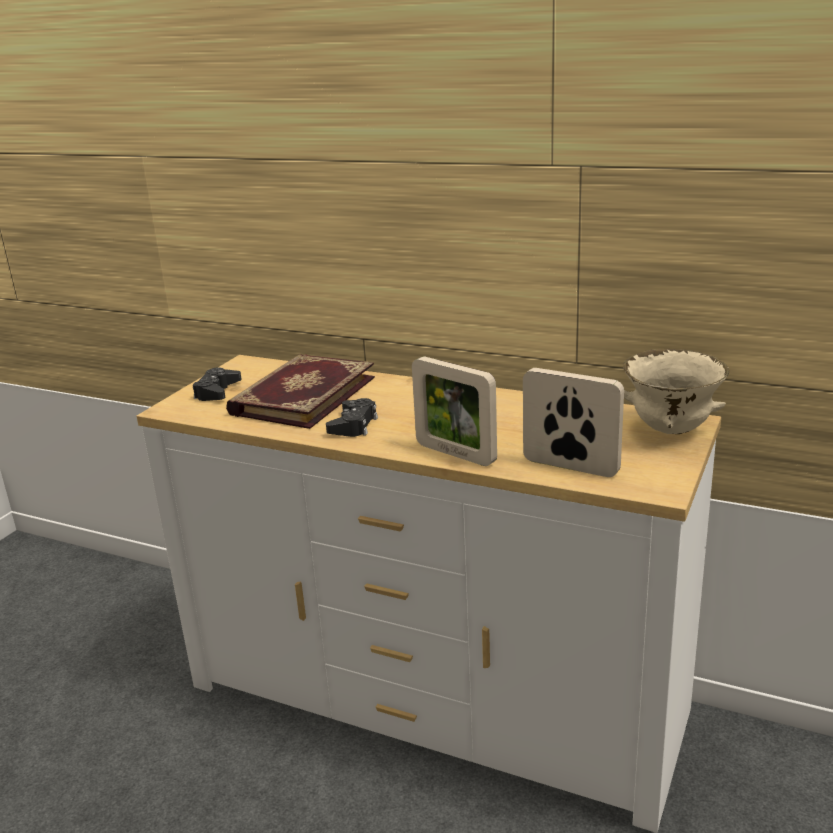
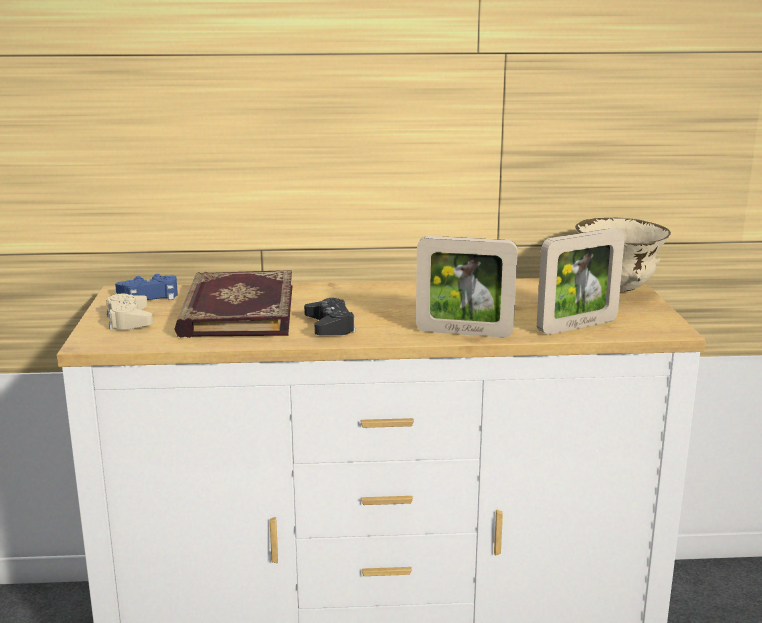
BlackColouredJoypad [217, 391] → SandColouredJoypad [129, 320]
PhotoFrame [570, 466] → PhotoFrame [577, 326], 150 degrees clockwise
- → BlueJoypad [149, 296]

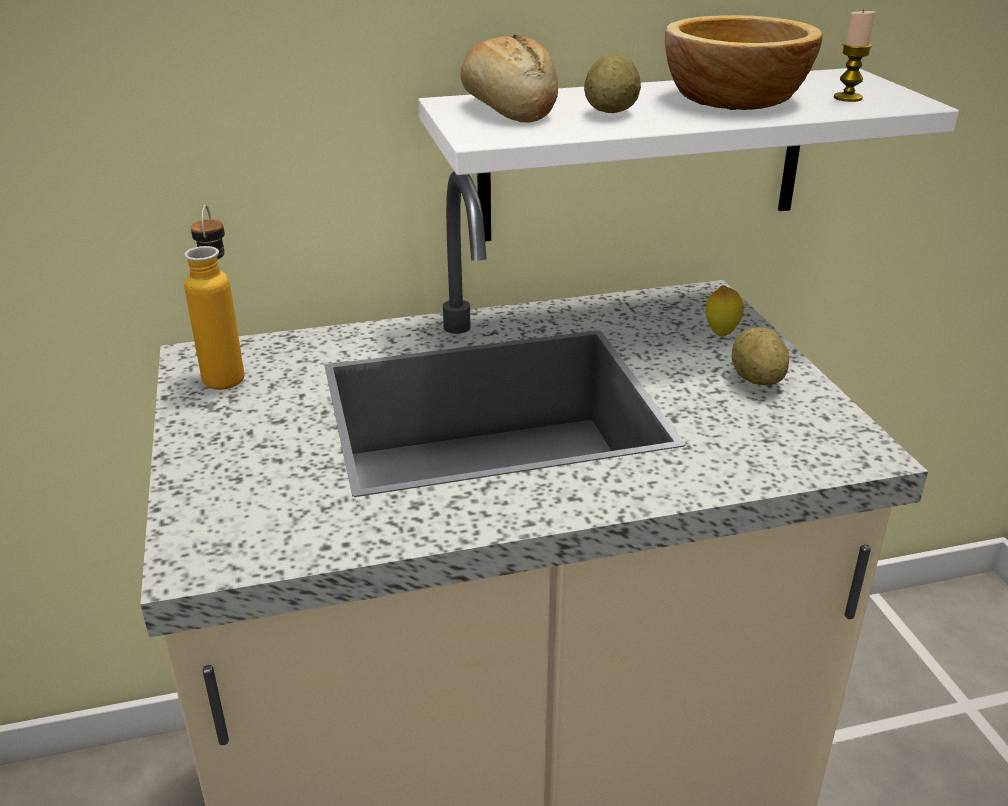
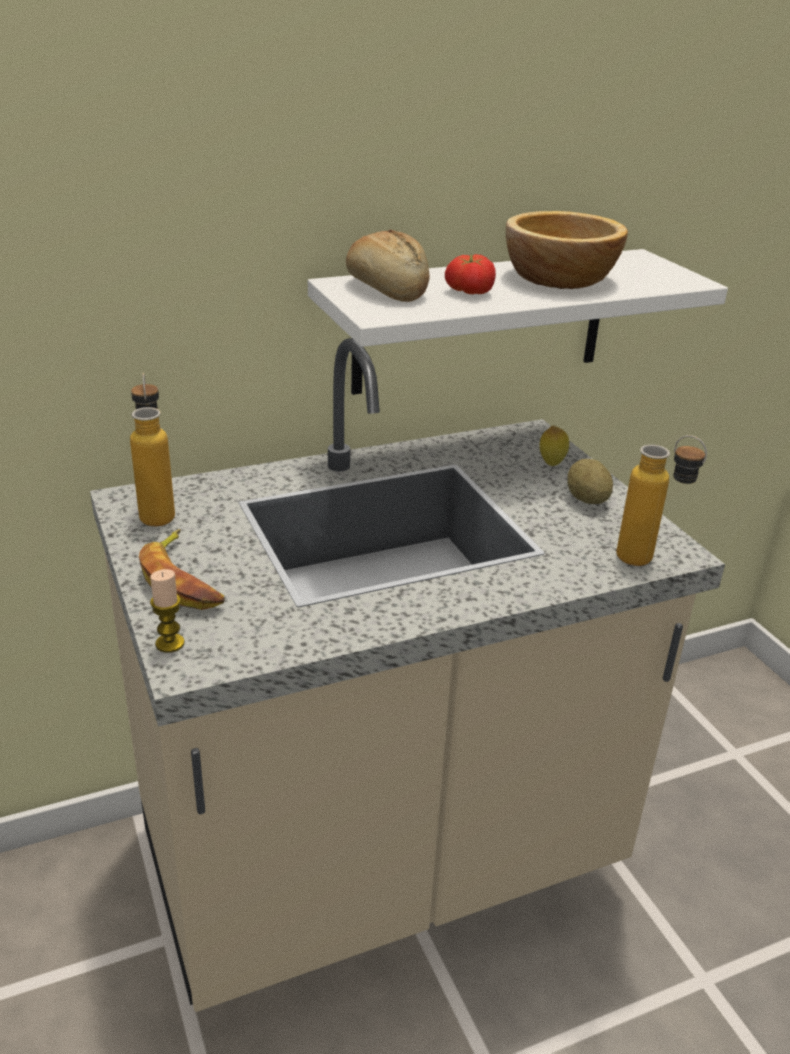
WaxCandle [848, 98] → WaxCandle [170, 643], move
Potato [610, 112] → Tomato [468, 291]
- → DrinkBottle [647, 563]
- → WholeBanana [183, 579]

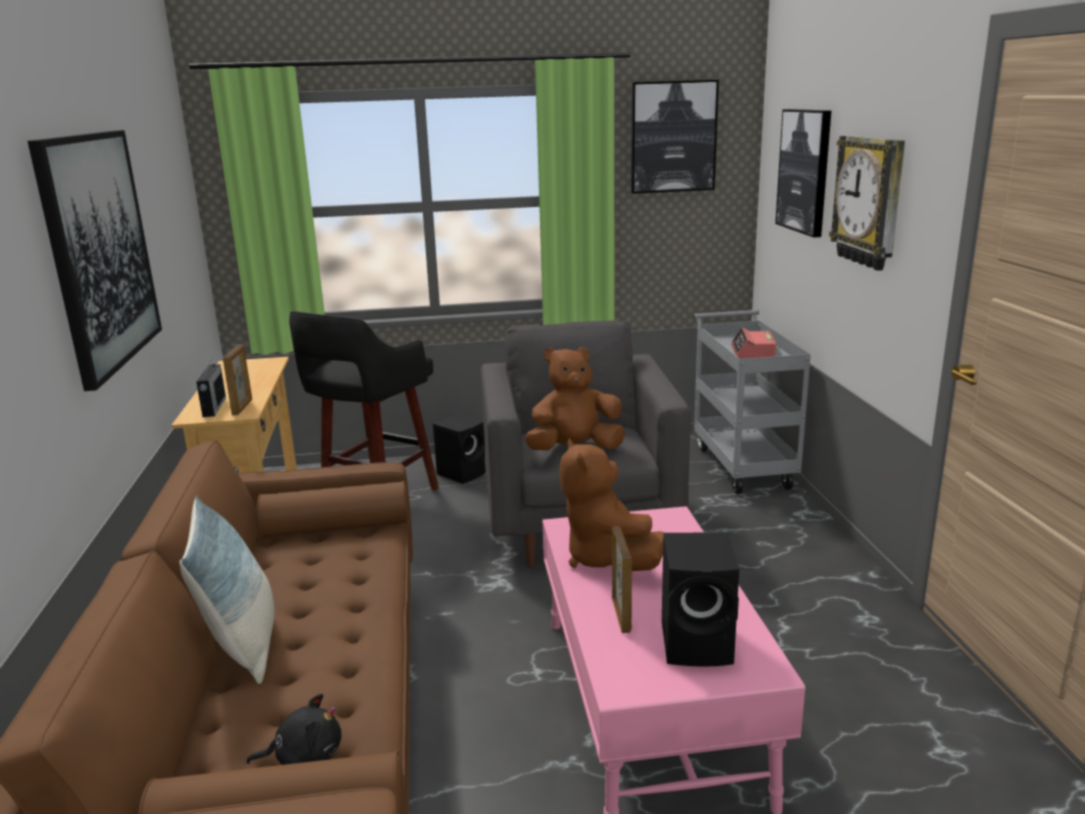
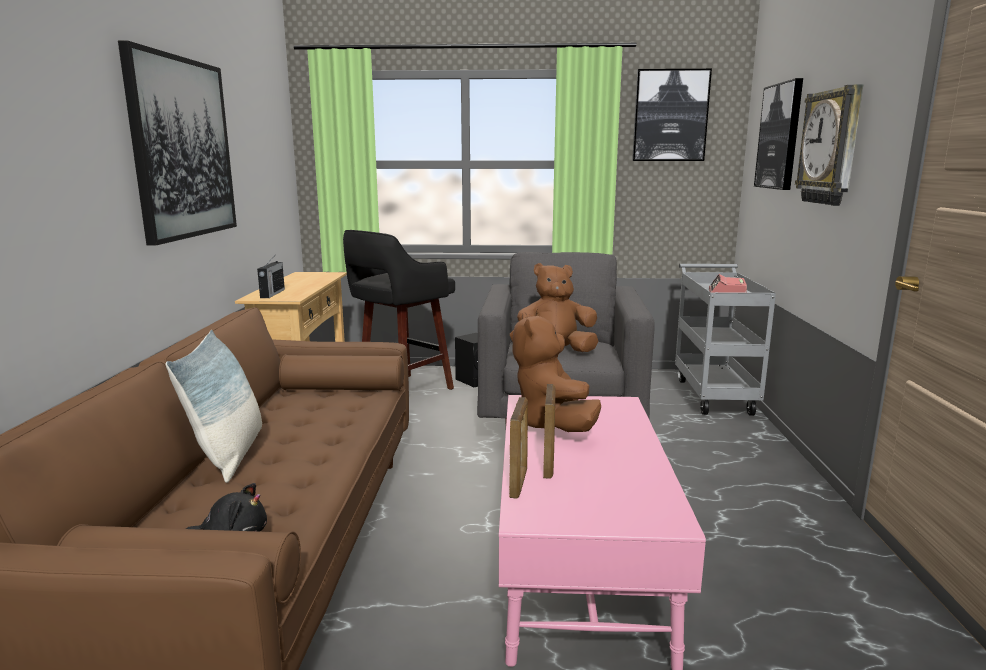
PhotoFrame [242, 407] → PhotoFrame [518, 483], move
BlackColouredSpeaker [699, 643] → -

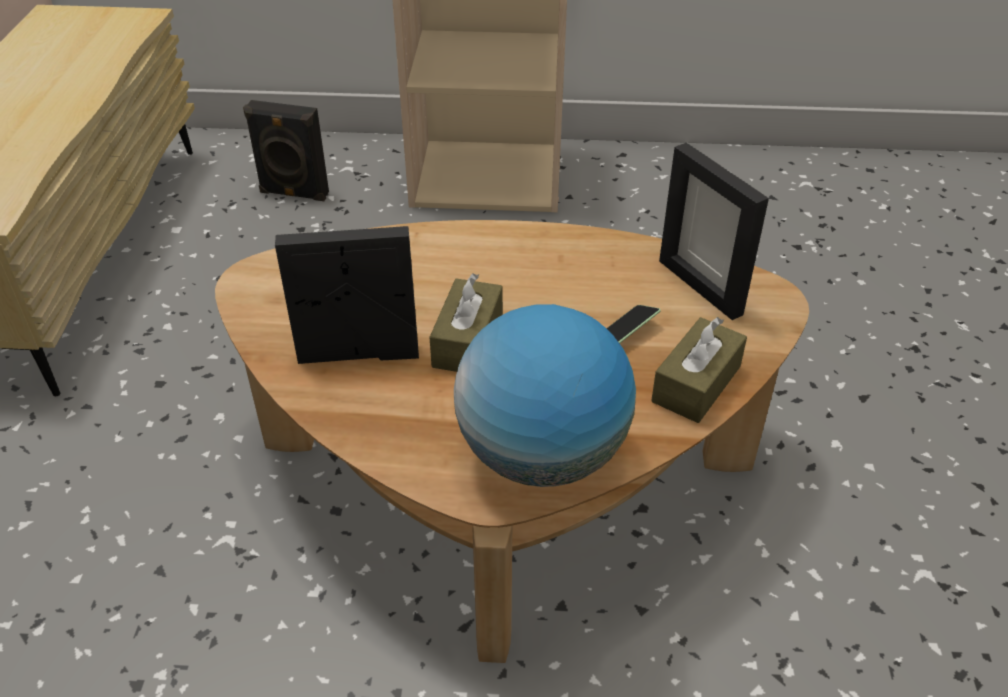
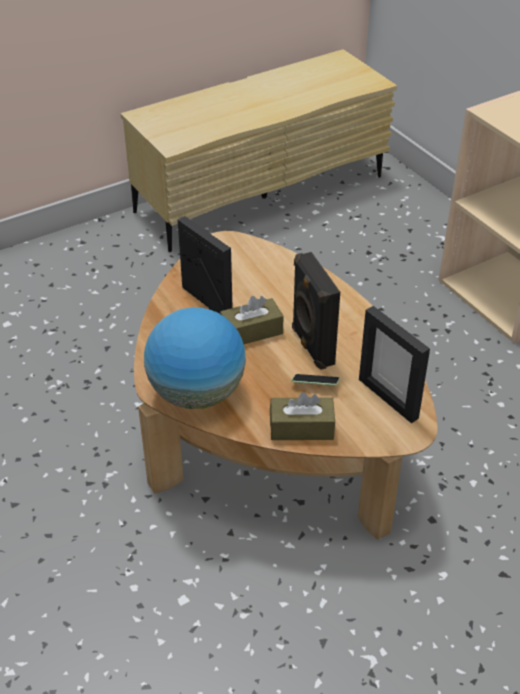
BlackColouredSpeaker [293, 194] → BlackColouredSpeaker [311, 346], move
PhotoFrame [701, 286] → PhotoFrame [389, 398], 60 degrees counterclockwise

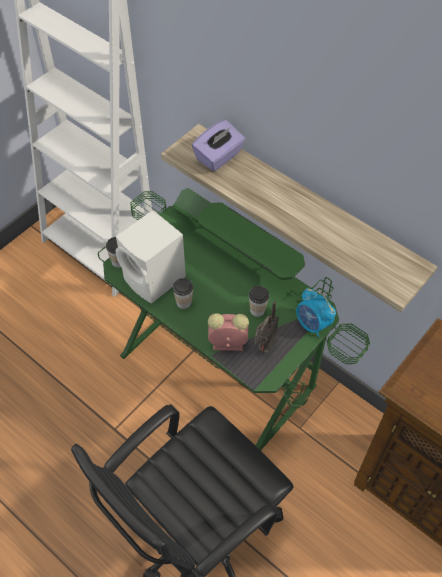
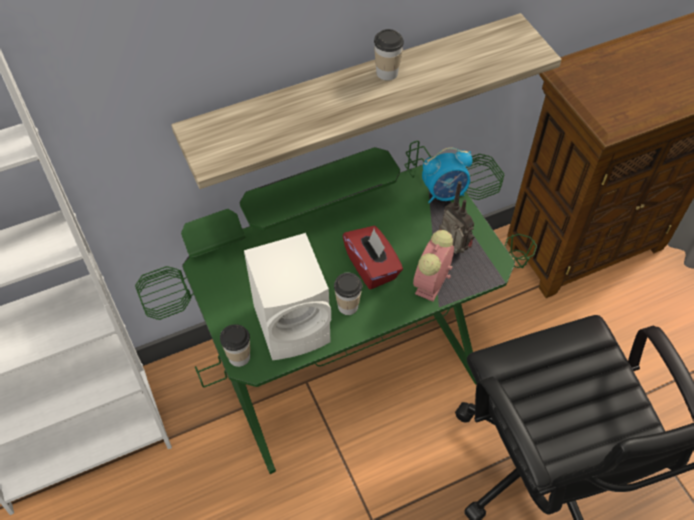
PurpleTissueBox [219, 157] → -
Cup [257, 310] → Cup [387, 73], move
- → RedTissueBox [372, 267]

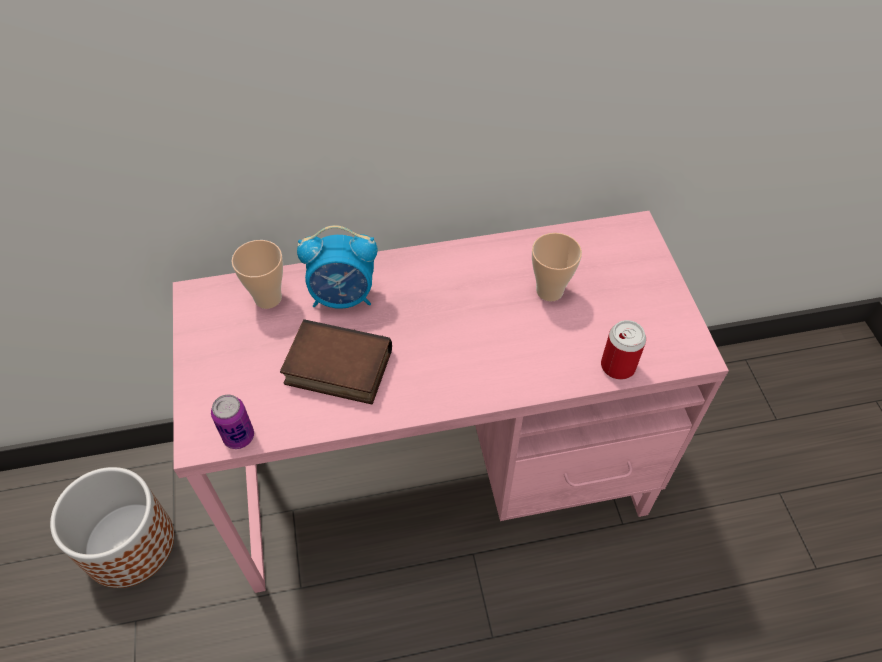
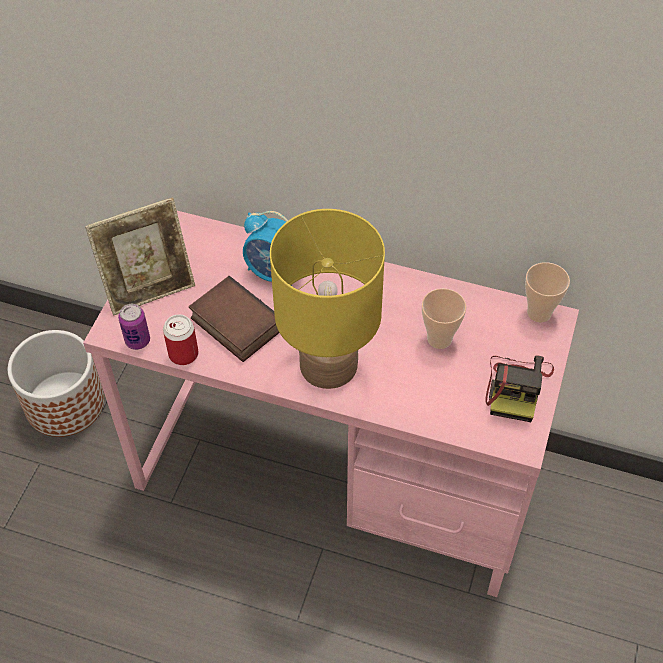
Cup [268, 298] → Cup [539, 313], move
MetalCan [618, 366] → MetalCan [183, 354], move
- → PhotoFrame [149, 288]
- → YellowishLampForATable [327, 364]
- → StillCamera [516, 387]

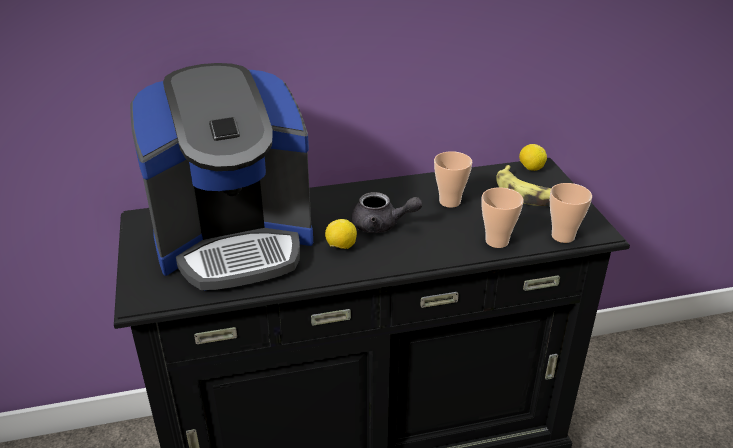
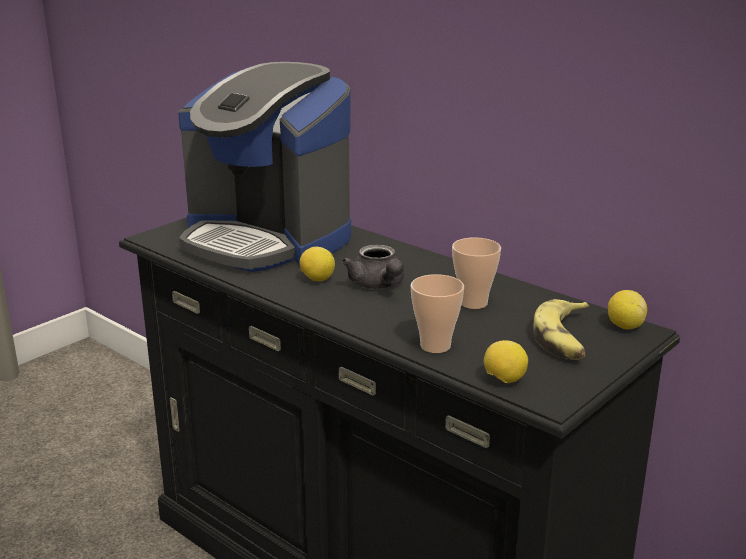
Cup [563, 236] → WholeLemon [504, 380]

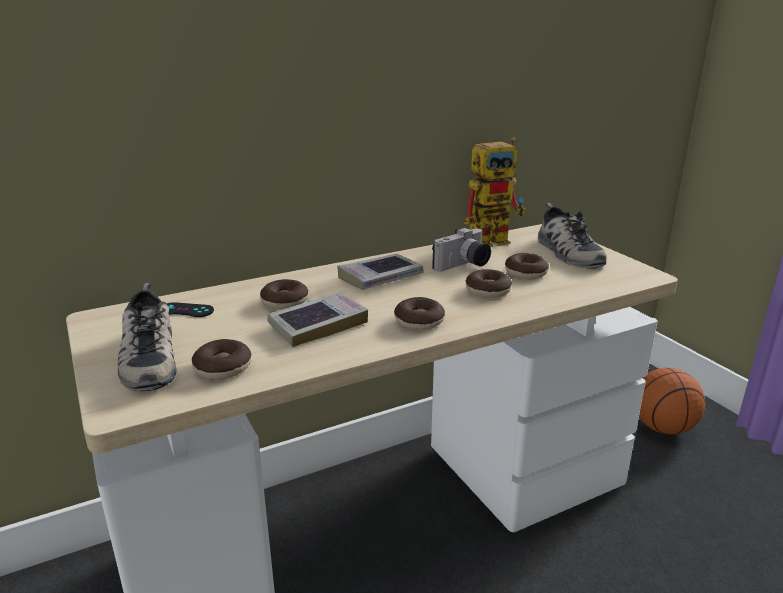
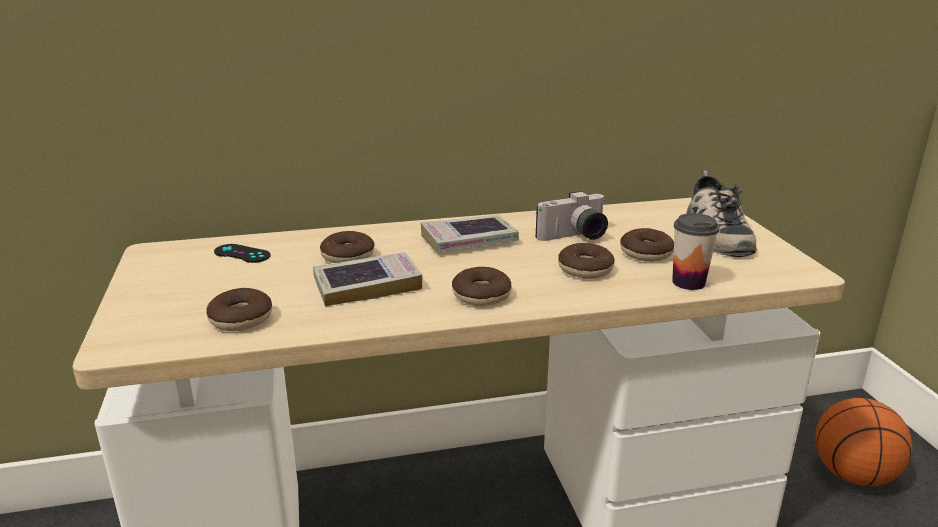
RobotFigure [494, 239] → -
LowShoe [147, 357] → -
- → Cup [688, 282]

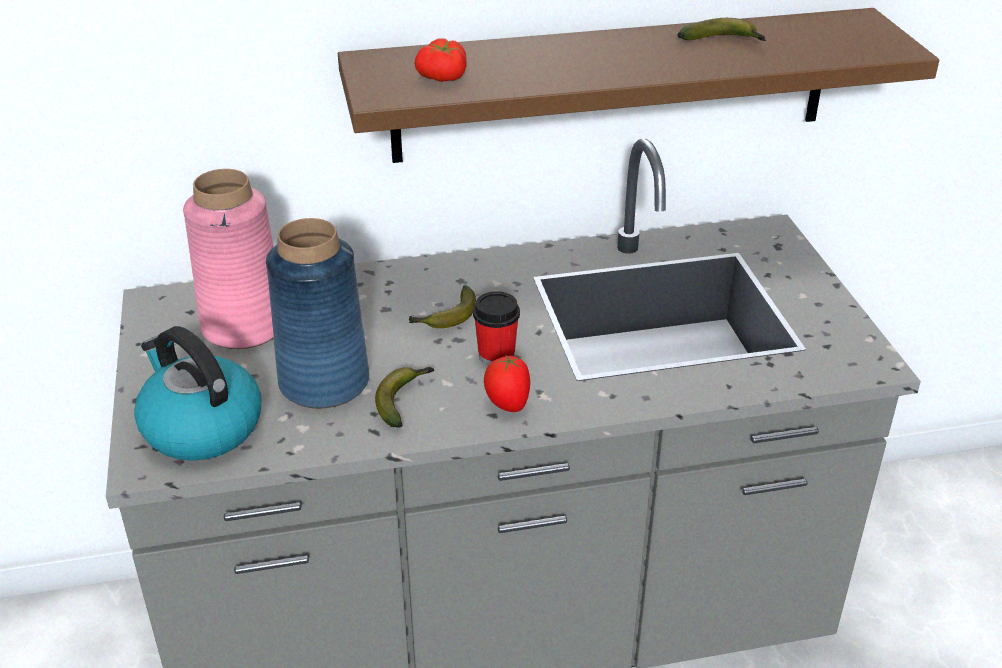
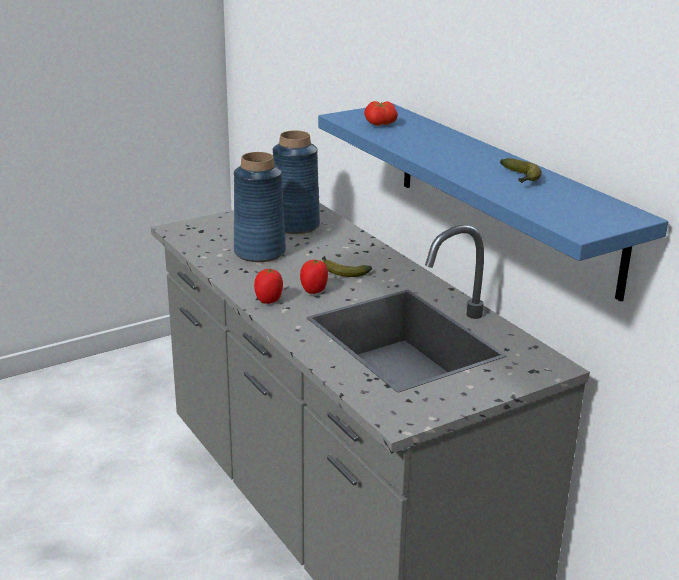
BrownBracketShelf [612, 85] → BlueBracketShelf [504, 194]
PinkVase [244, 325] → BlueVase [296, 225]
Cup [496, 356] → Tomato [314, 291]
Kettle [200, 427] → -
WholeBanana [404, 400] → -

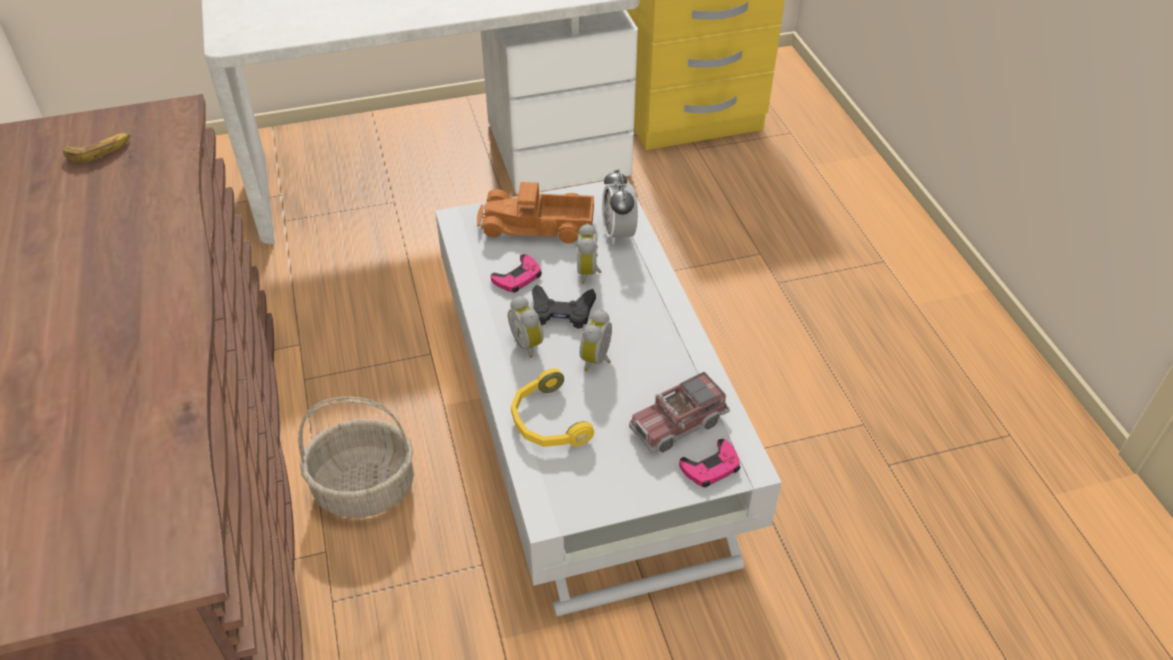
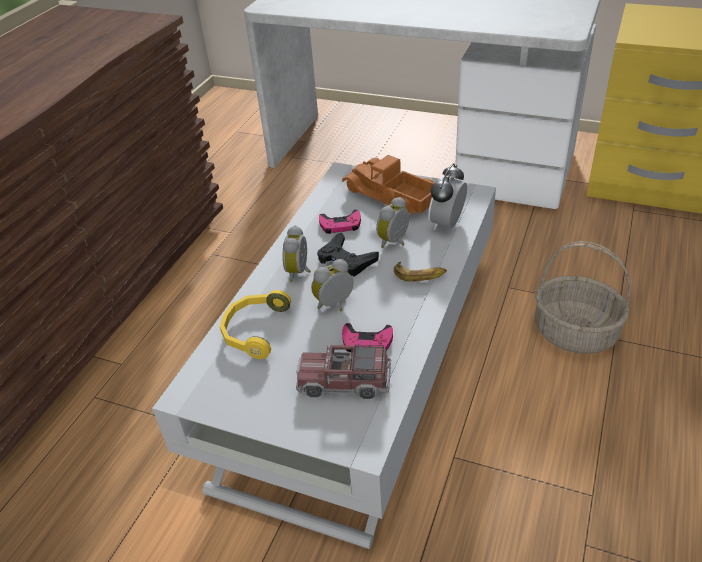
WholeBanana [100, 150] → WholeBanana [420, 275], move
StorageBasket [365, 487] → StorageBasket [575, 333], move
PinkJoypad [711, 467] → PinkJoypad [367, 342], move

